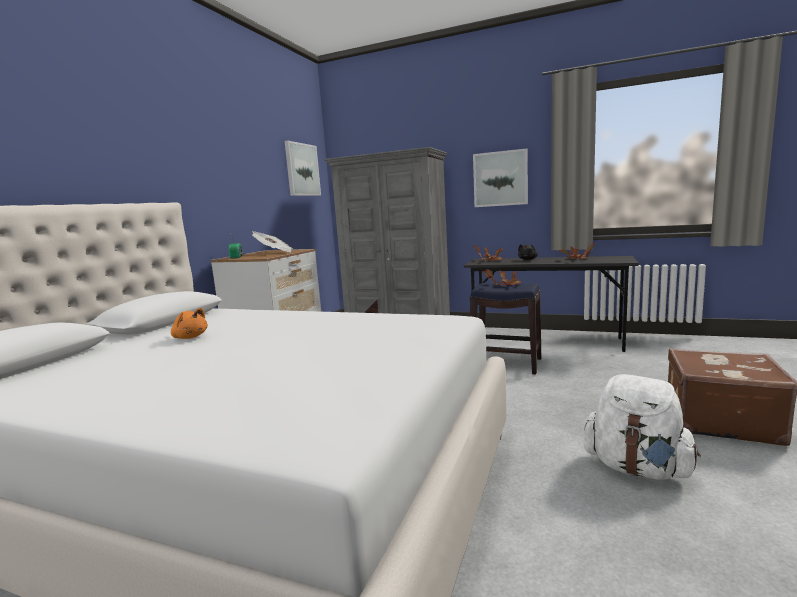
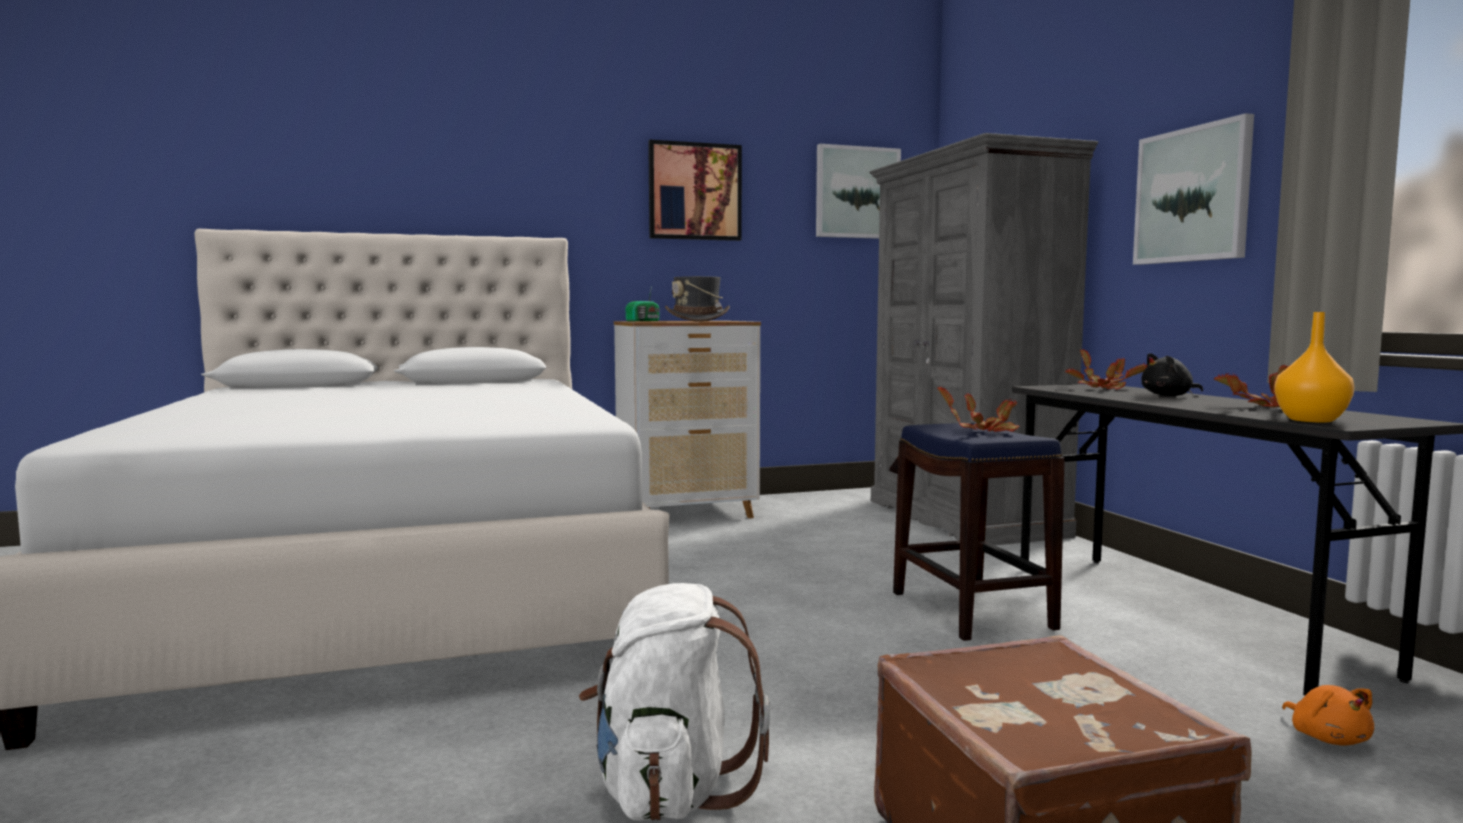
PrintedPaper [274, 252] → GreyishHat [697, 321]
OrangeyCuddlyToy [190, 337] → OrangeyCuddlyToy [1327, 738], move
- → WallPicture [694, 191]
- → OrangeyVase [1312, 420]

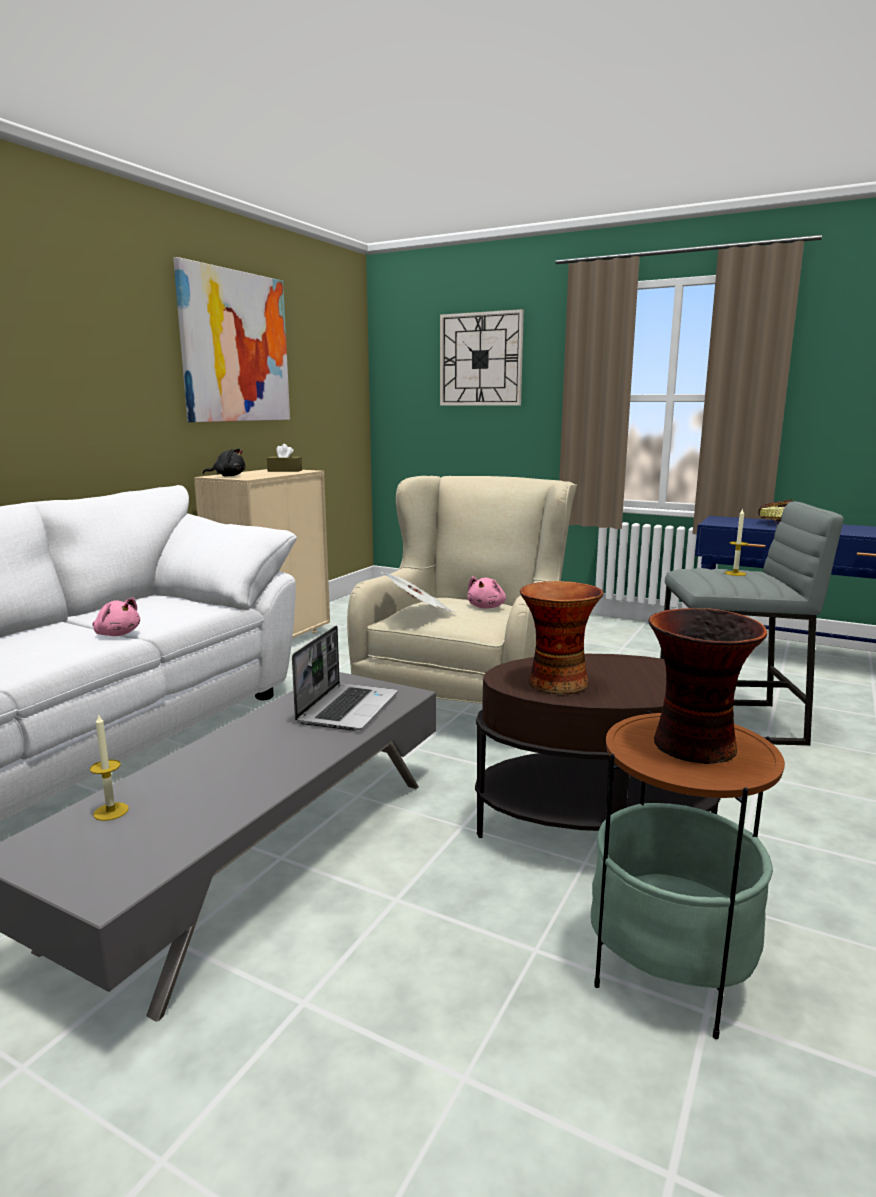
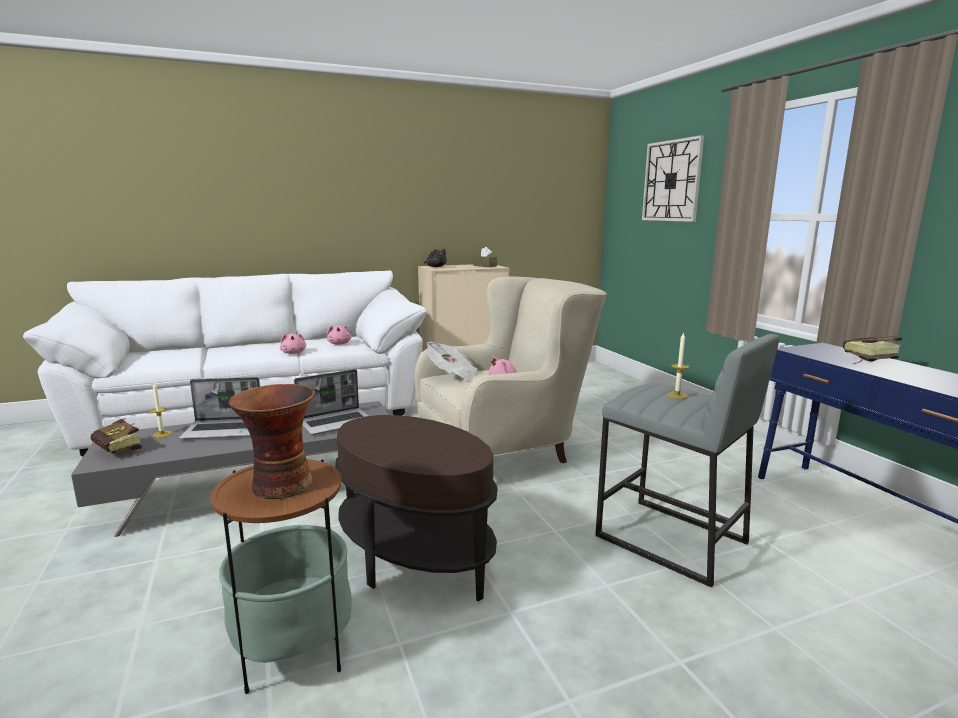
WallPicture [235, 347] → -
Vase [556, 683] → -
- → PinkCuddlyToy [339, 344]
- → NotebookComputer [224, 430]
- → Volume [120, 452]

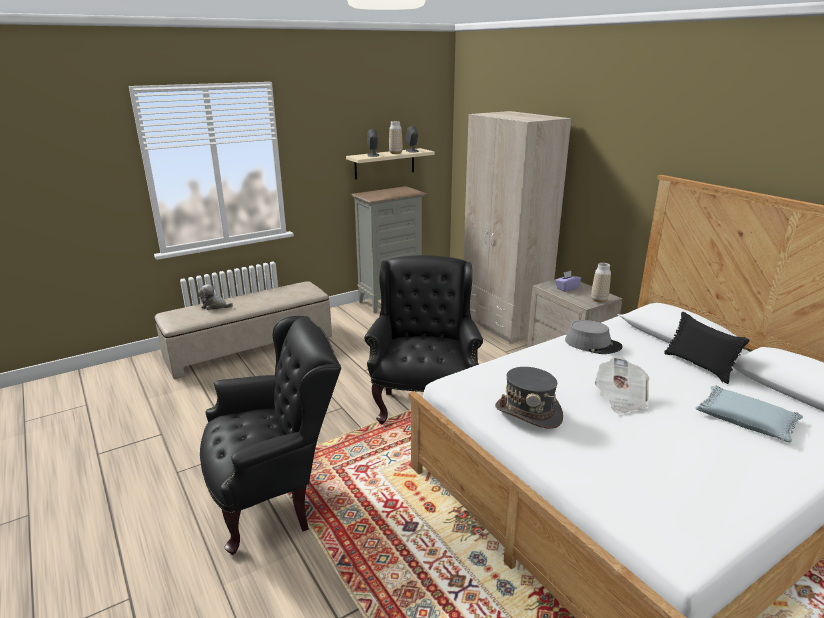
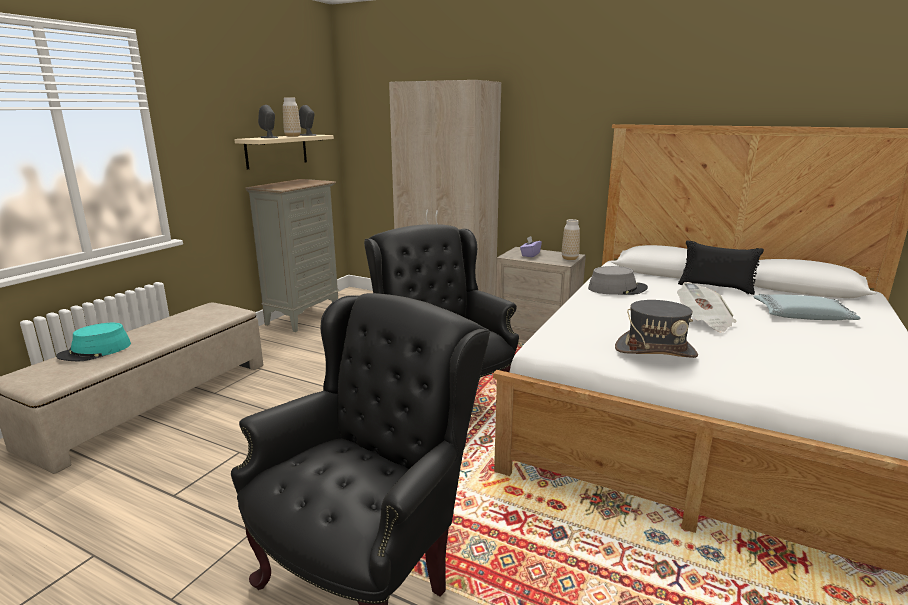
CuddlyToy [215, 306] → BlueGreenHat [95, 351]

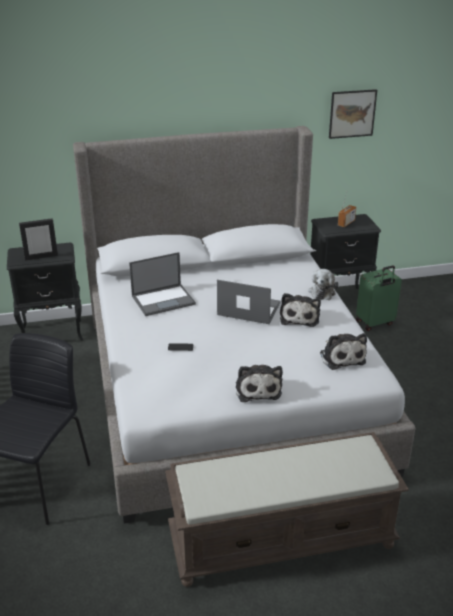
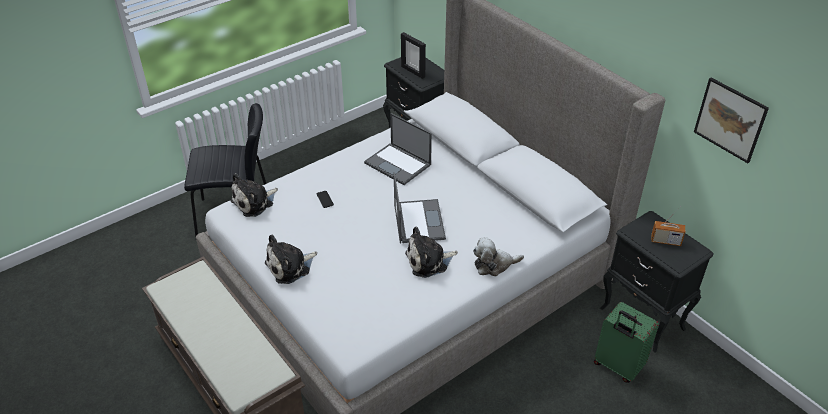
CuddlyToy [341, 357] → CuddlyToy [255, 202], move

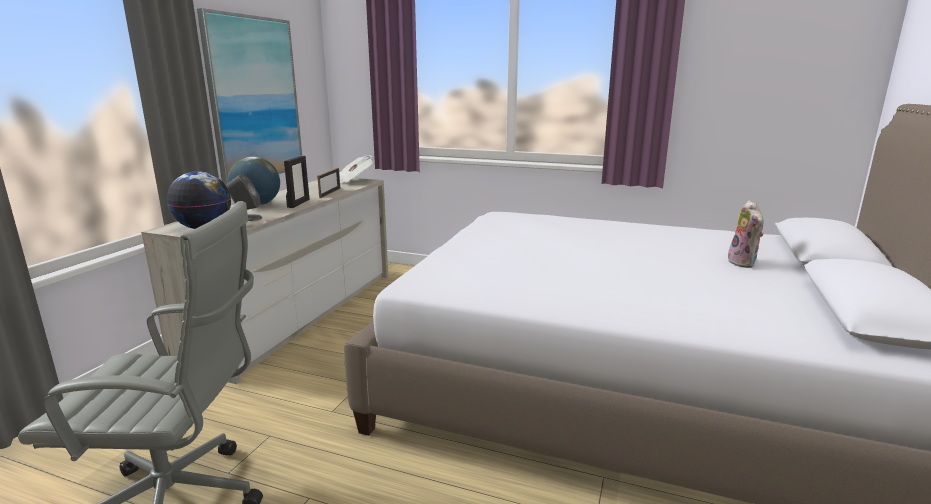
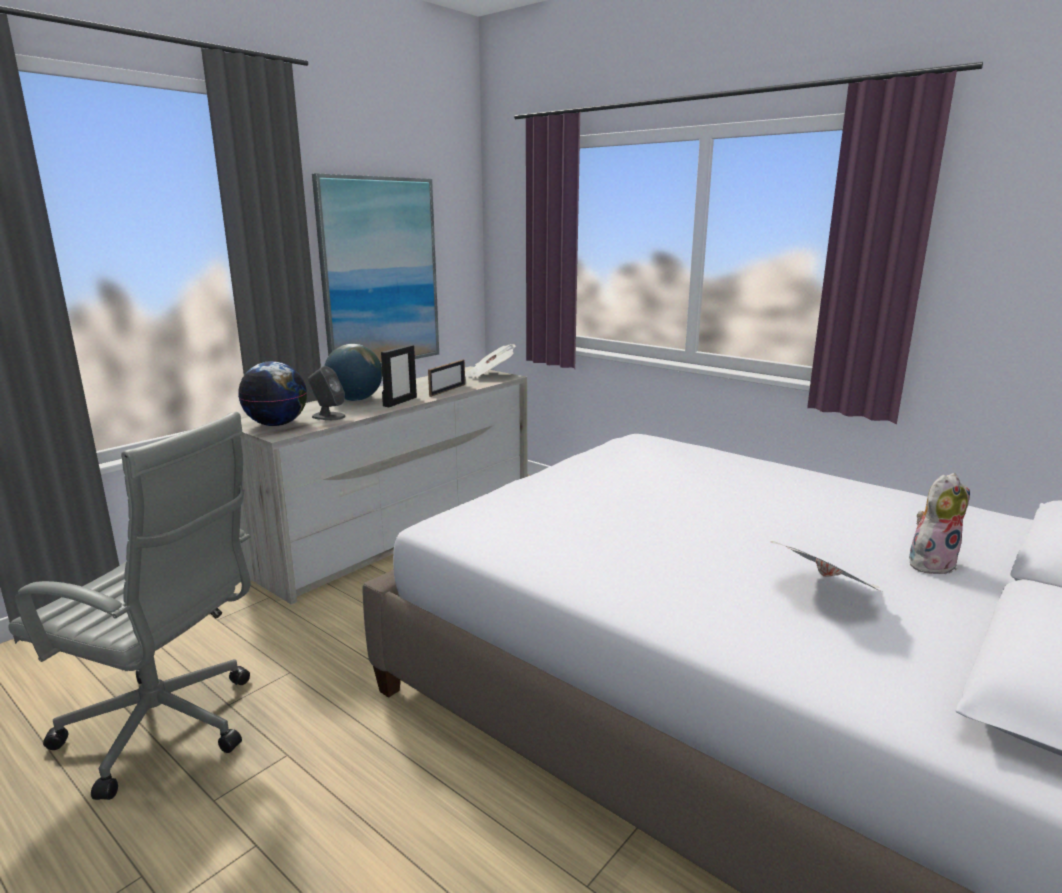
CuddlyToy [744, 263] → CuddlyToy [930, 563], 135 degrees counterclockwise
- → PrintedPaper [826, 594]

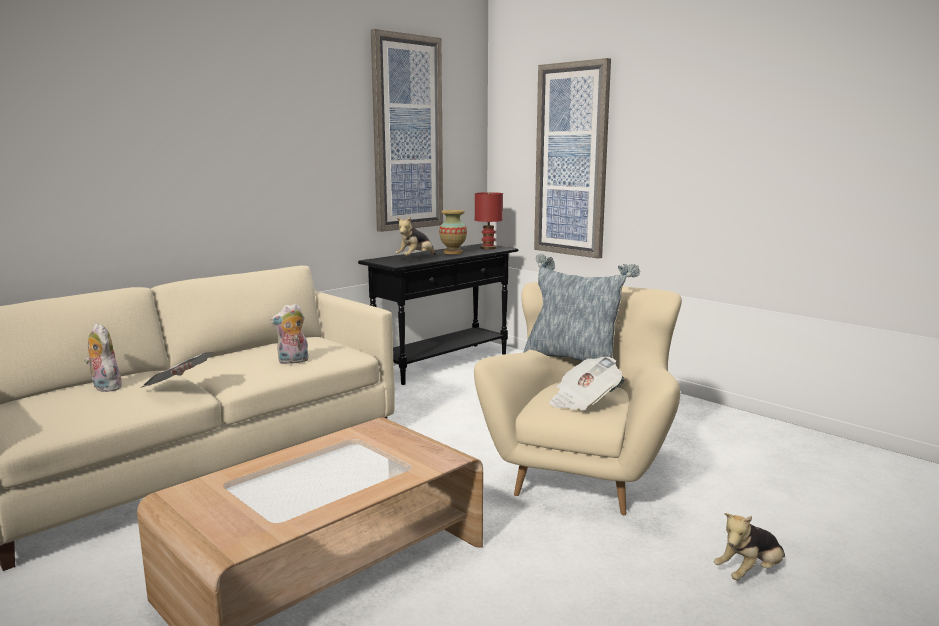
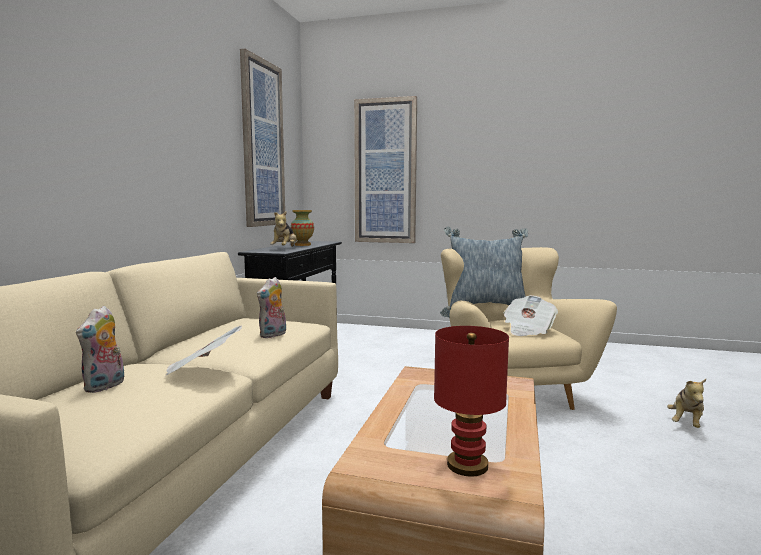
RedLampForATable [488, 248] → RedLampForATable [466, 465], move
CuddlyToy [104, 387] → CuddlyToy [105, 386], 90 degrees counterclockwise

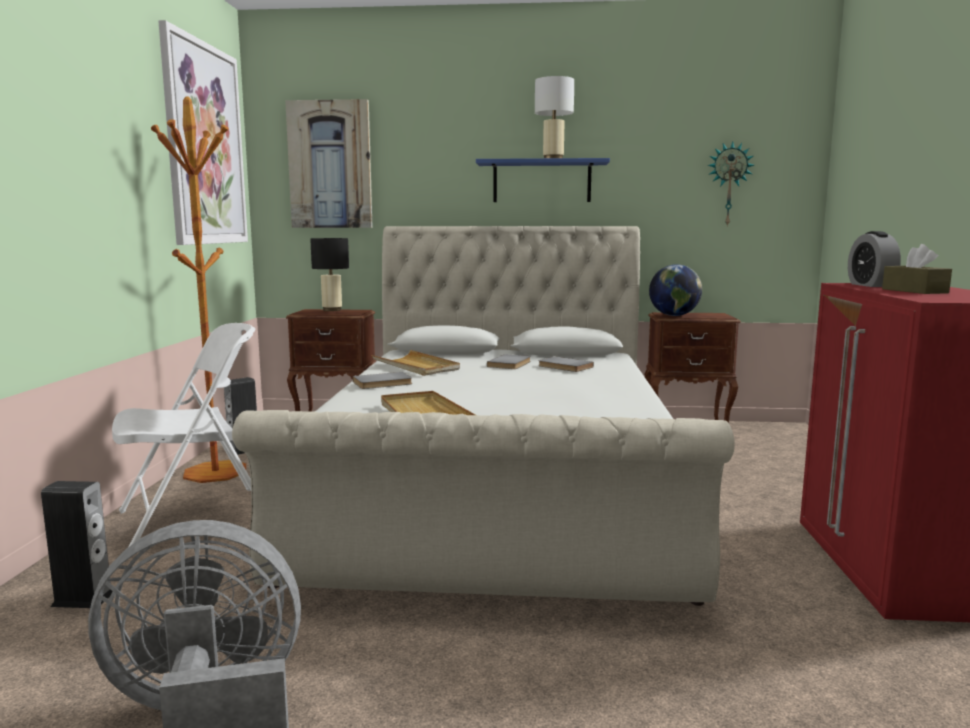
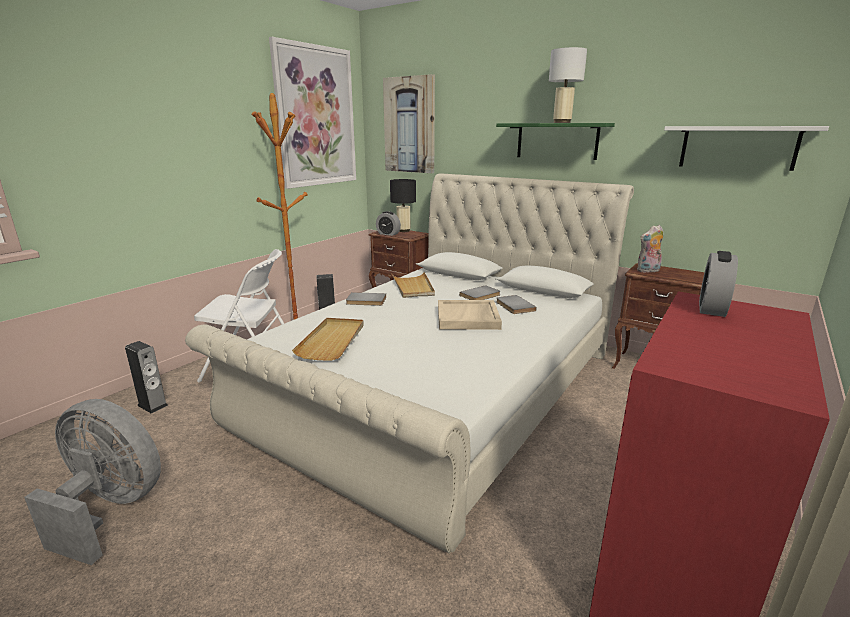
HangingClock [728, 184] → WhitishBracketShelf [737, 147]
BlueBracketShelf [542, 181] → GreenishBracketShelf [557, 141]
BrownTissueBox [914, 291] → -
WorldGlobe [674, 315] → CuddlyToy [648, 271]
- → AlarmClock [388, 234]
- → SandColouredTray [468, 318]

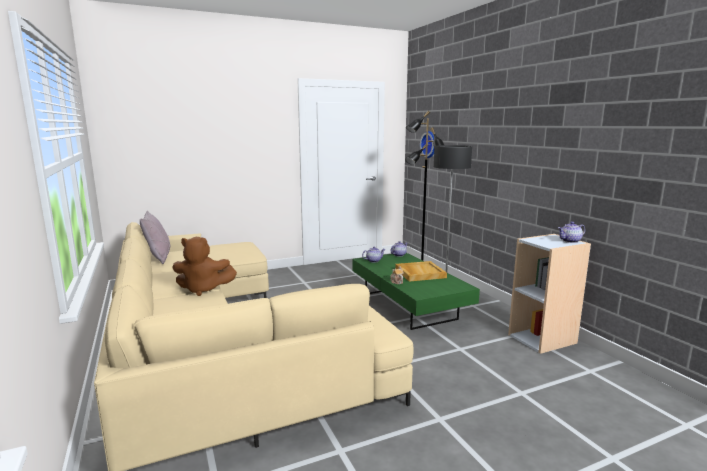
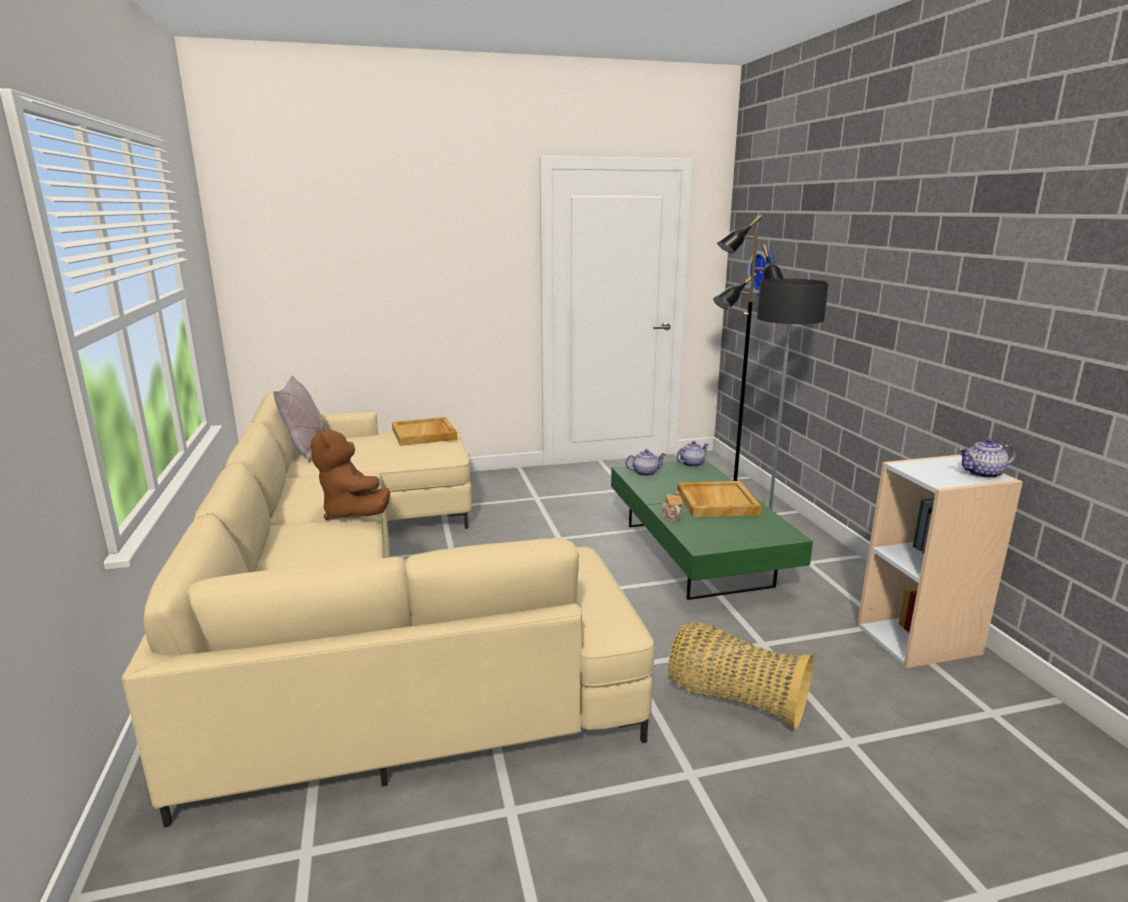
BrownCuddlyToy [203, 289] → BrownCuddlyToy [352, 513], 45 degrees clockwise
- → SandColouredTray [424, 434]
- → StorageBasket [734, 699]

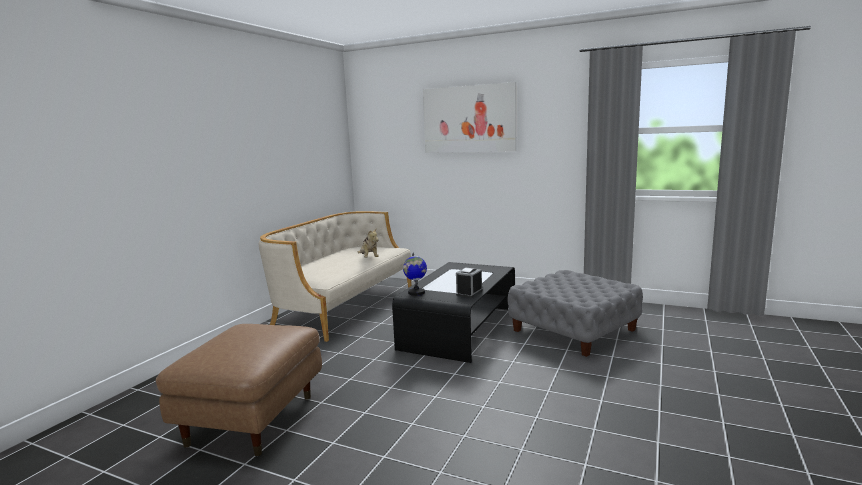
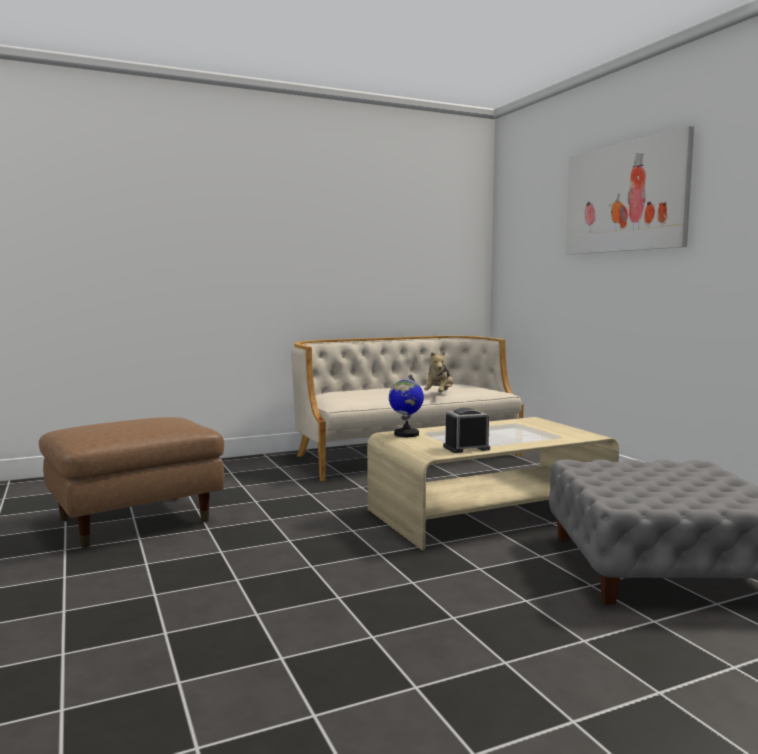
BlackColouredLowTable [460, 328] → SandColouredLowTable [490, 512]

